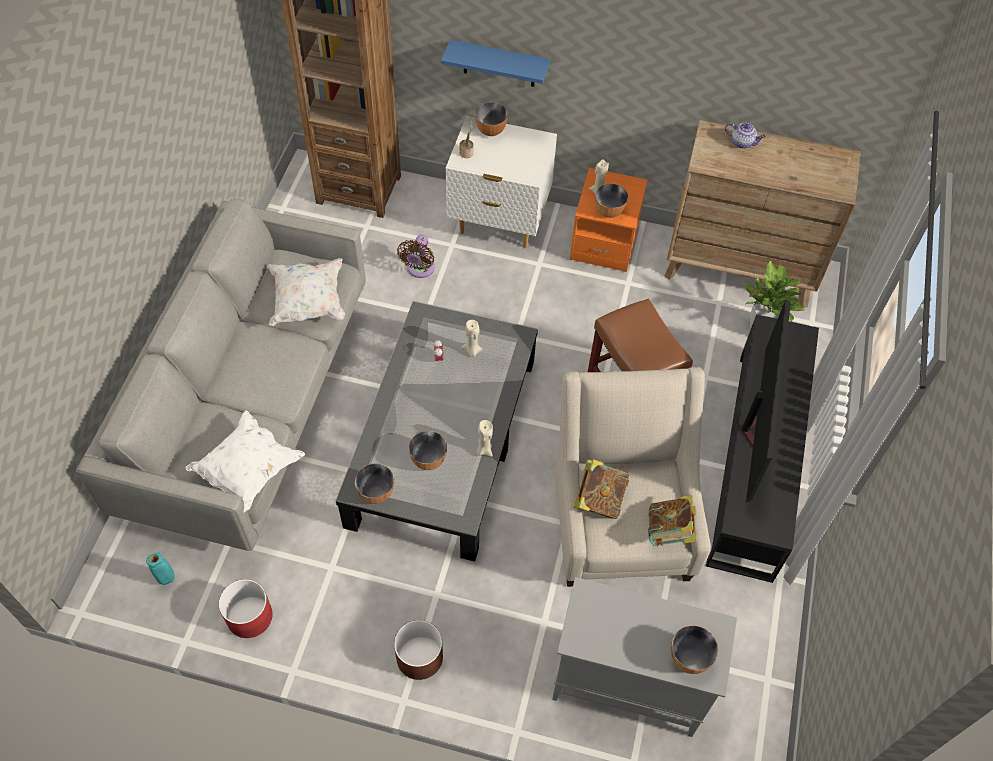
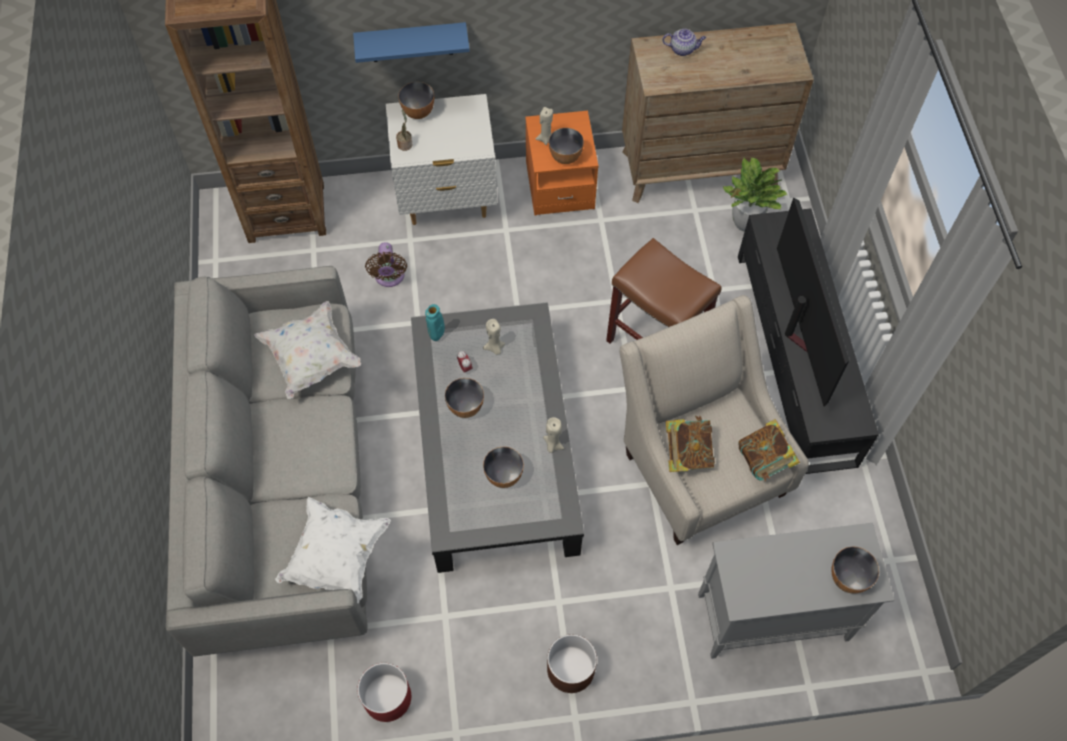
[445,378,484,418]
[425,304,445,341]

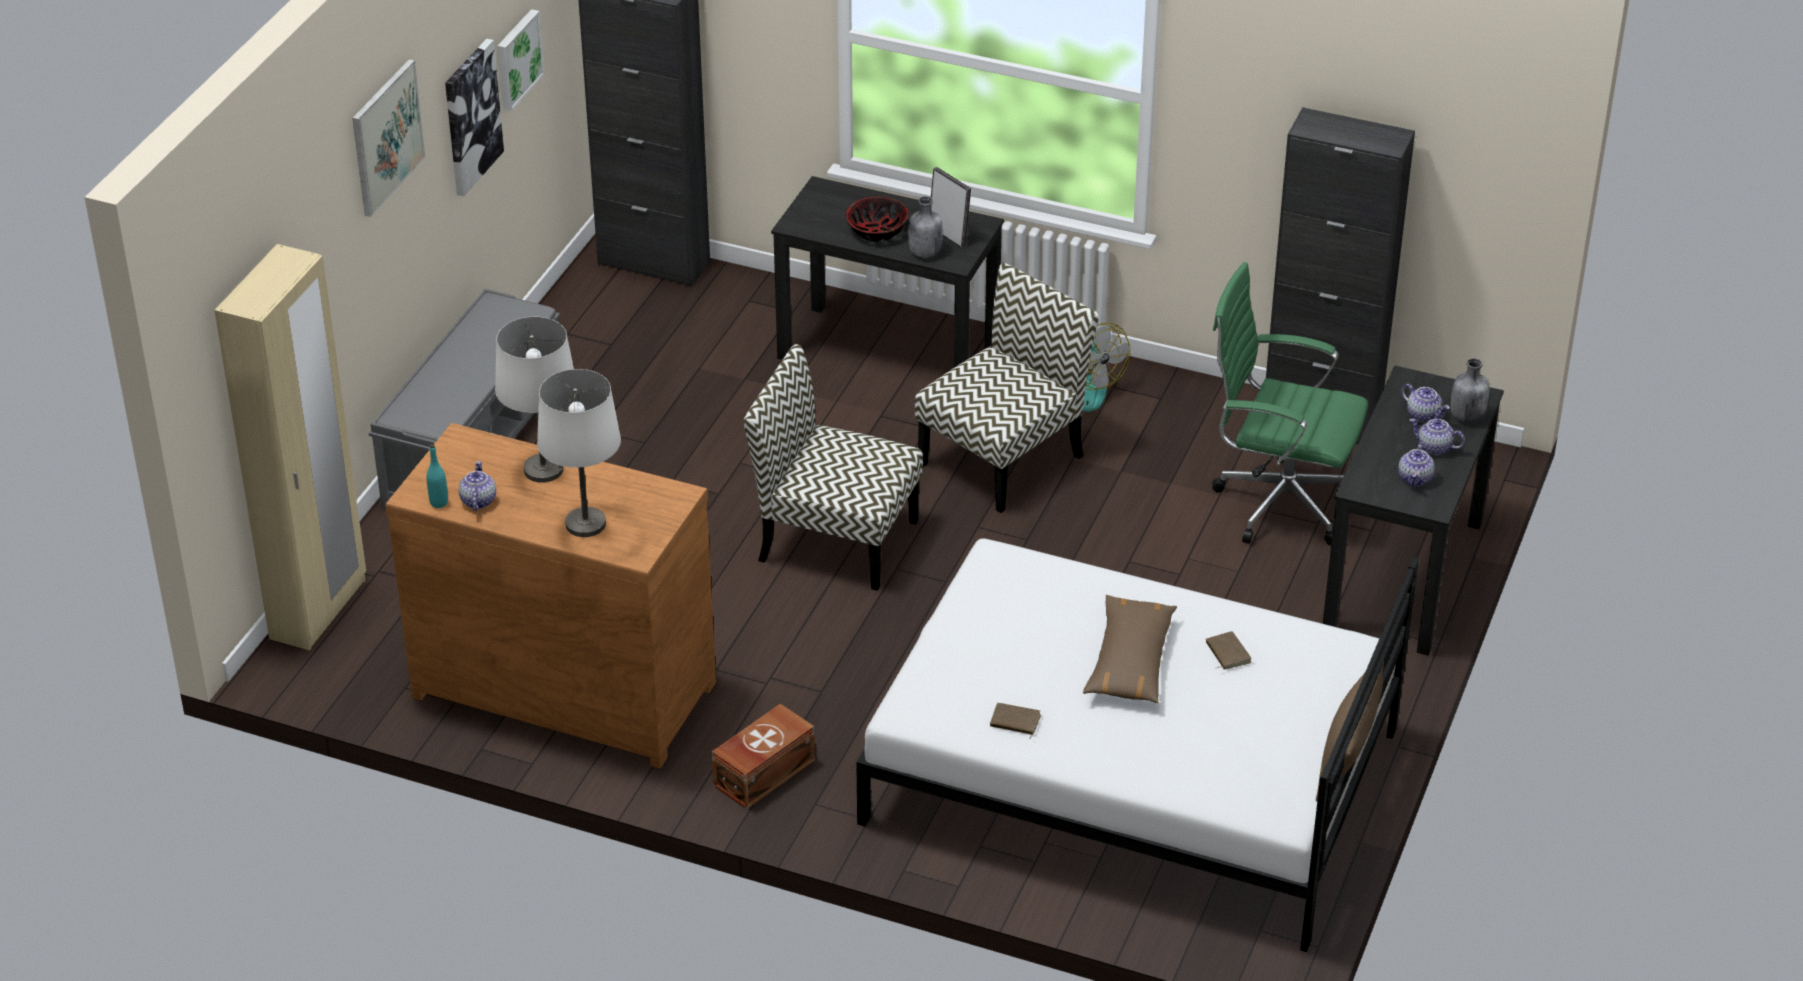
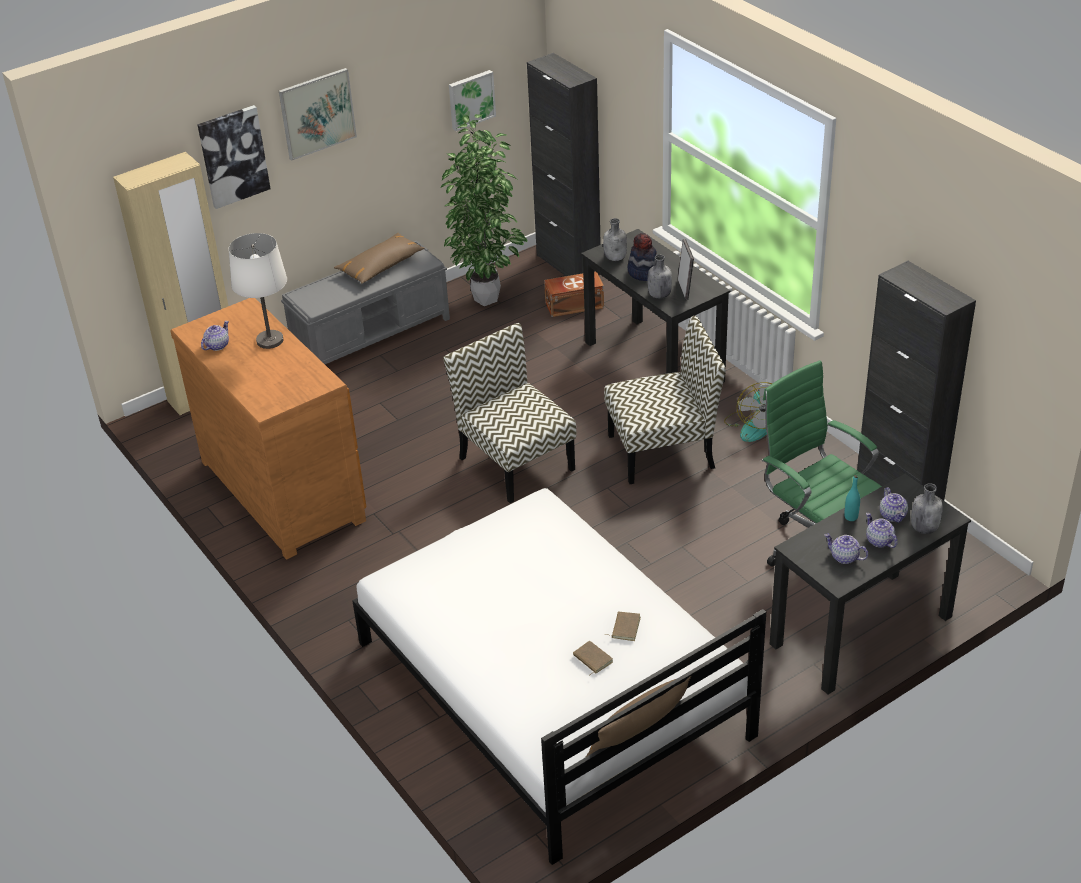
[197,105,271,209]
[628,233,657,281]
[537,369,621,537] (first image)
[824,533,868,564]
[844,475,860,521]
[334,233,424,284]
[573,641,613,675]
[544,271,604,317]
[440,114,527,306]
[603,218,627,261]

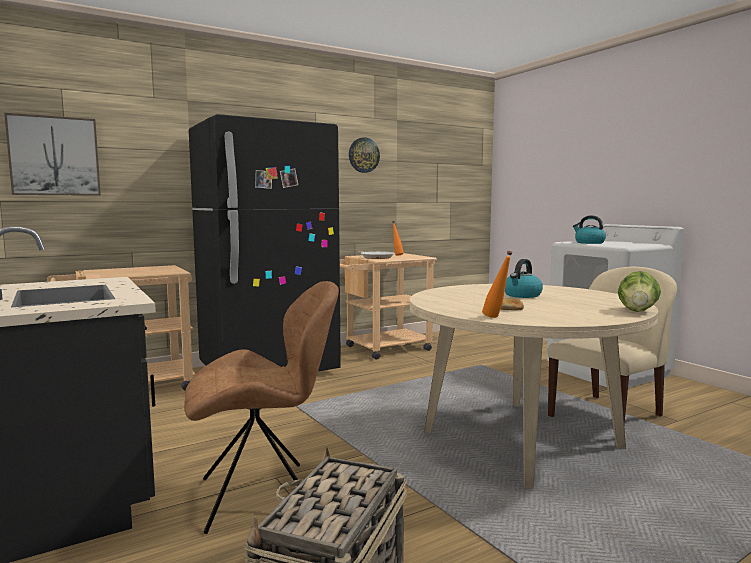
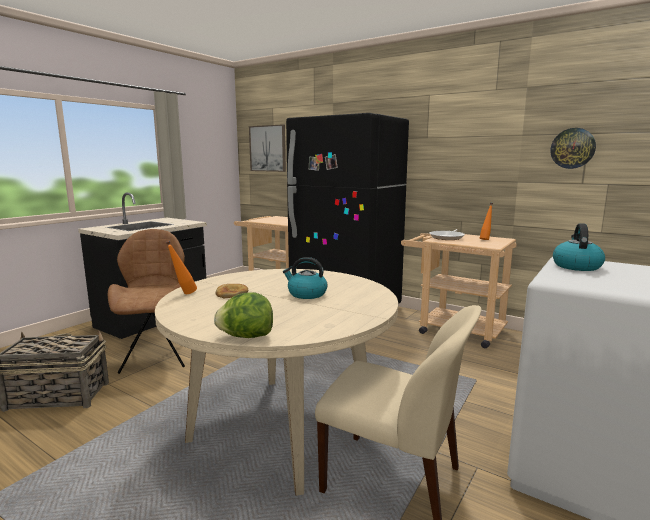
[550,128,596,169]
[108,229,185,374]

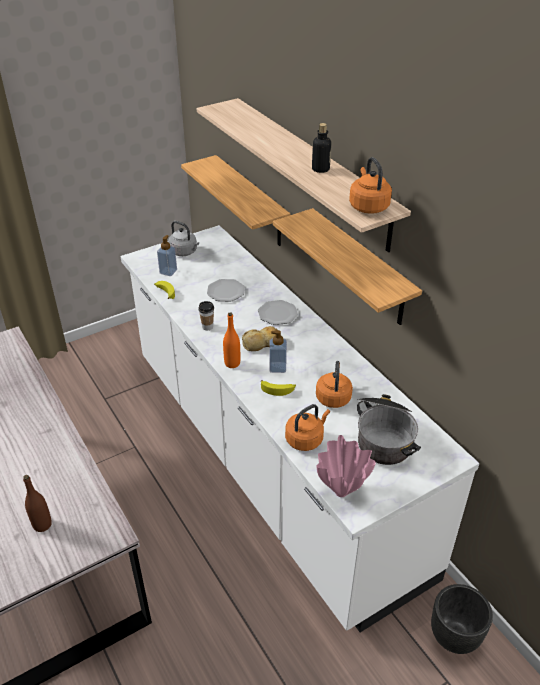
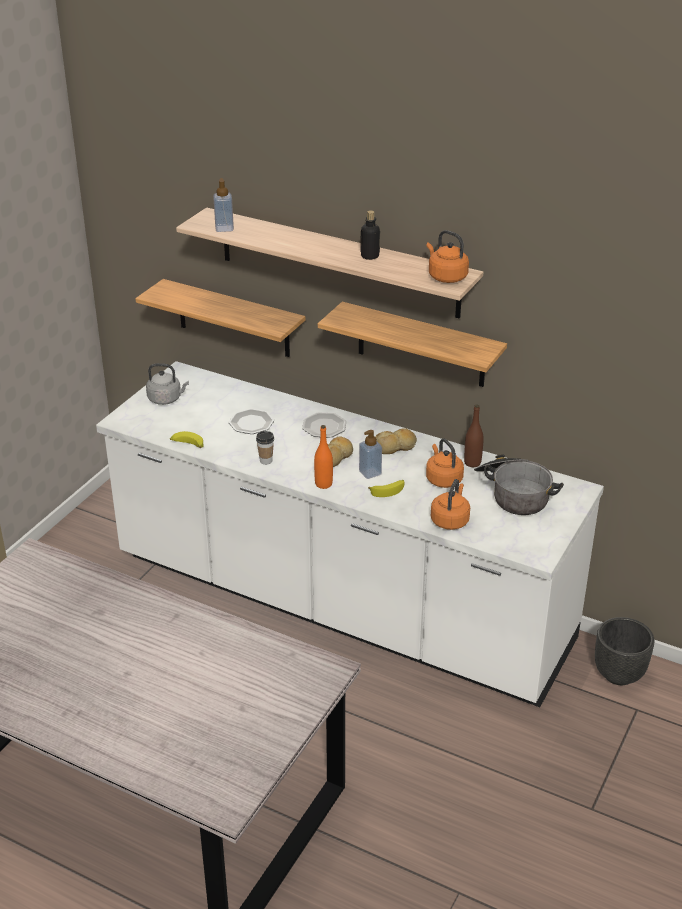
[213,178,234,232]
[316,435,376,497] (first image)
[464,404,484,467]
[375,428,417,454]

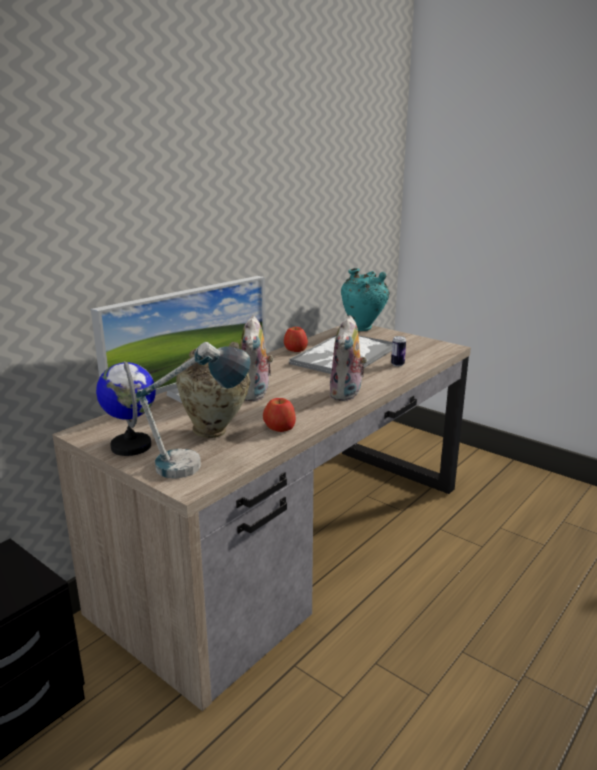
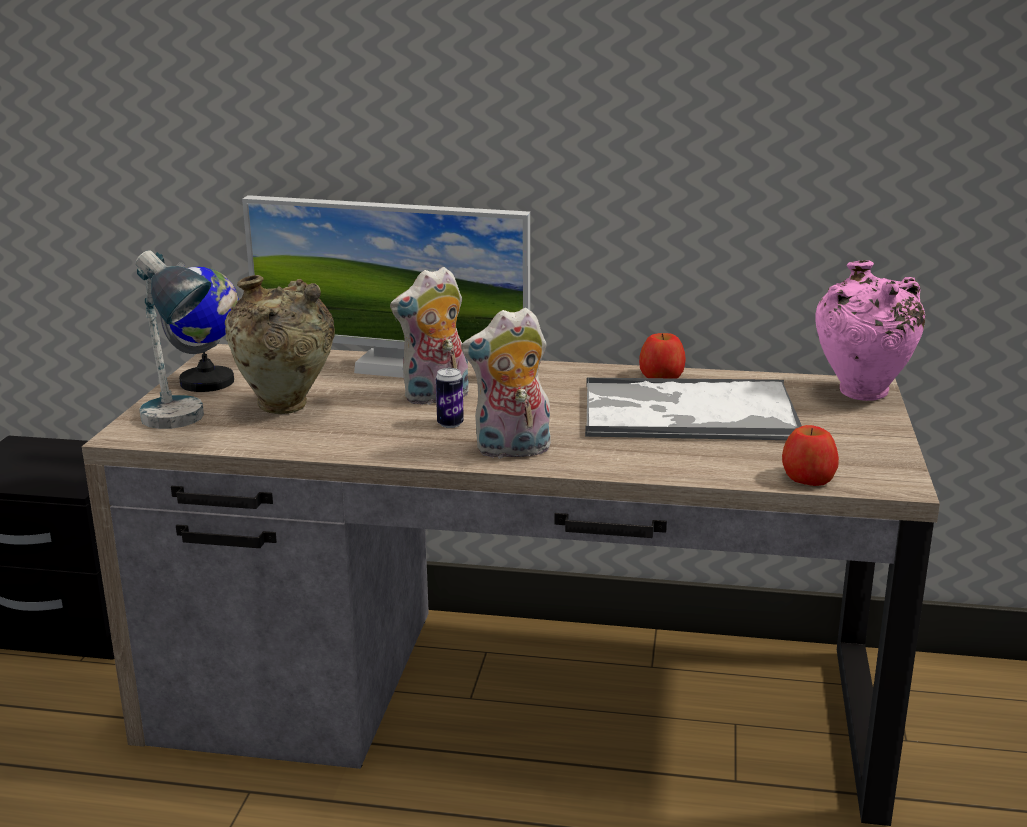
[815,260,925,401]
[436,368,464,428]
[782,425,839,486]

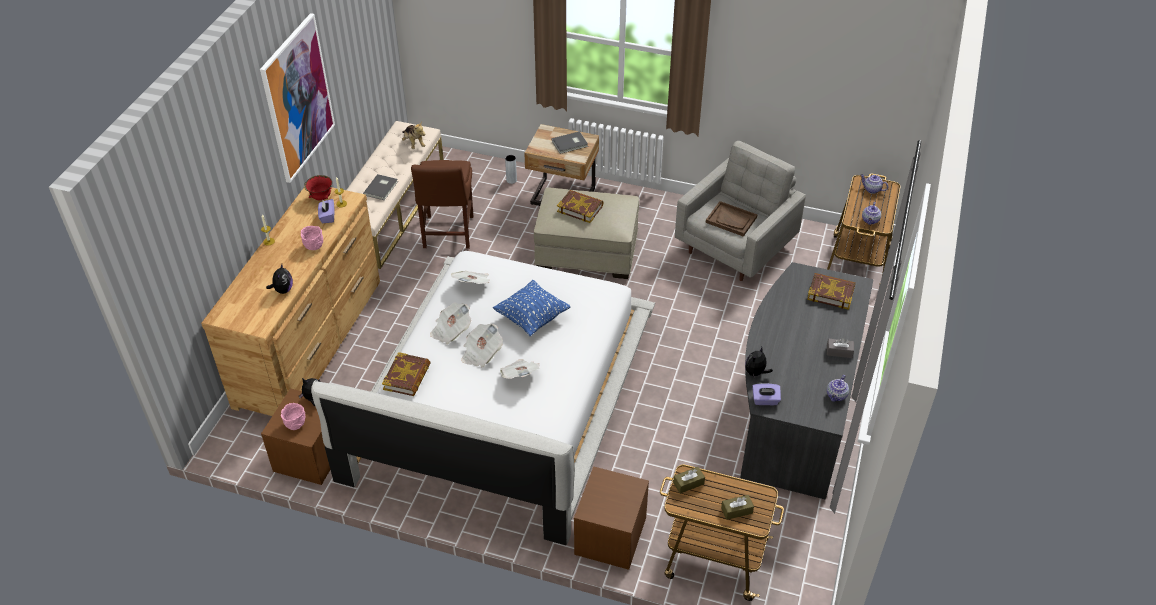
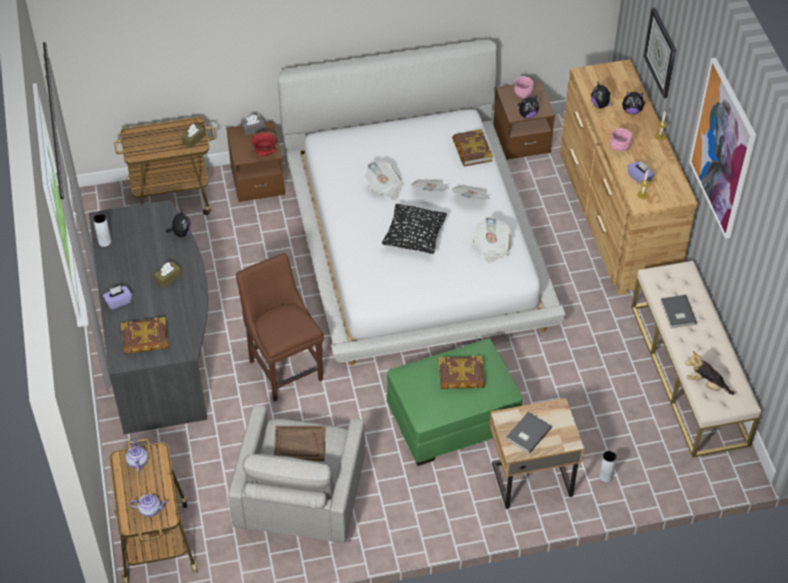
[236,253,324,402]
[251,132,277,157]
[387,339,522,466]
[382,204,447,254]
[241,115,266,136]
[93,213,111,247]
[103,286,132,310]
[154,261,182,288]
[644,8,676,98]
[622,92,645,114]

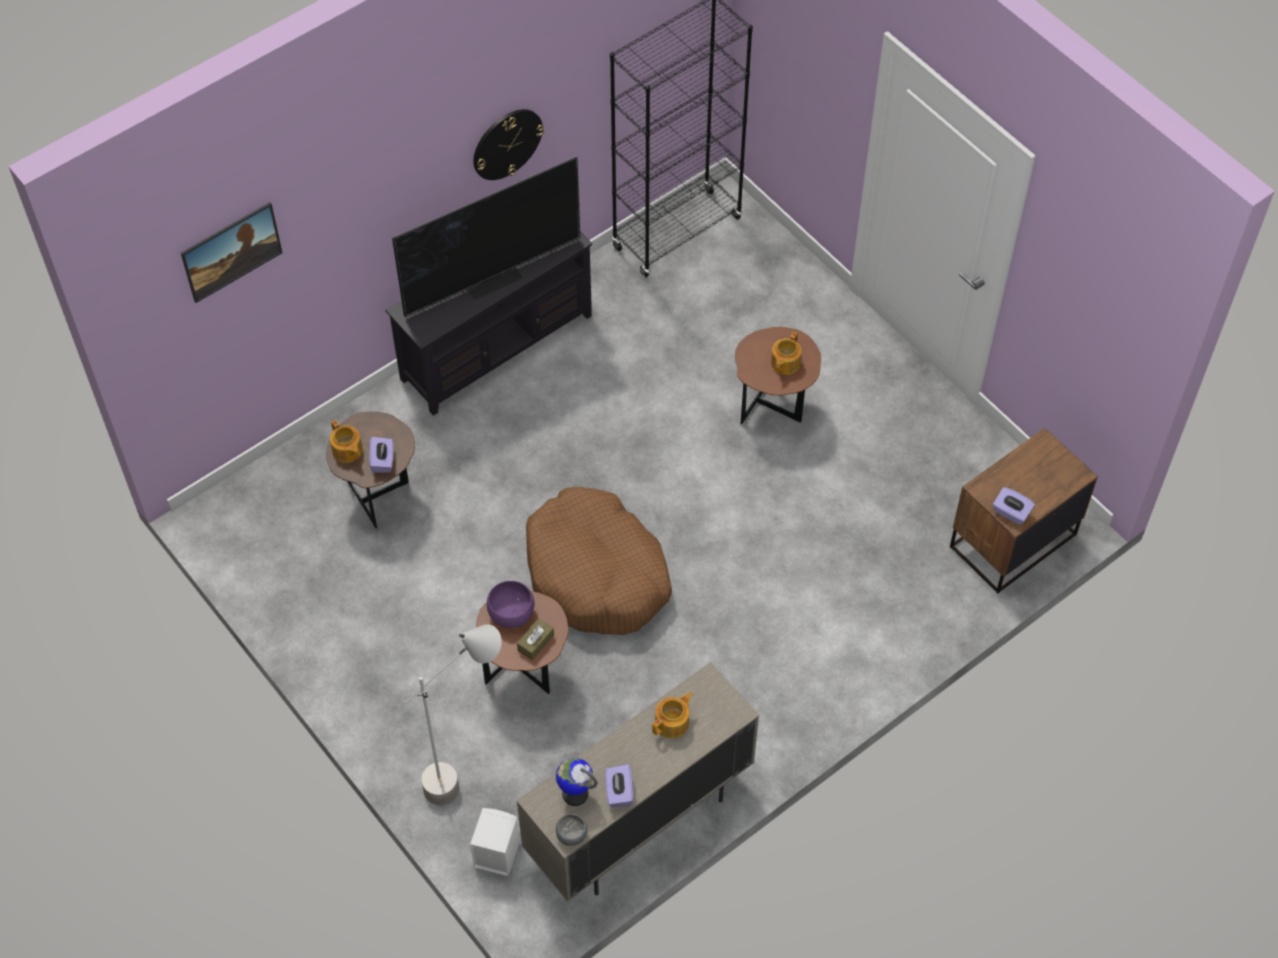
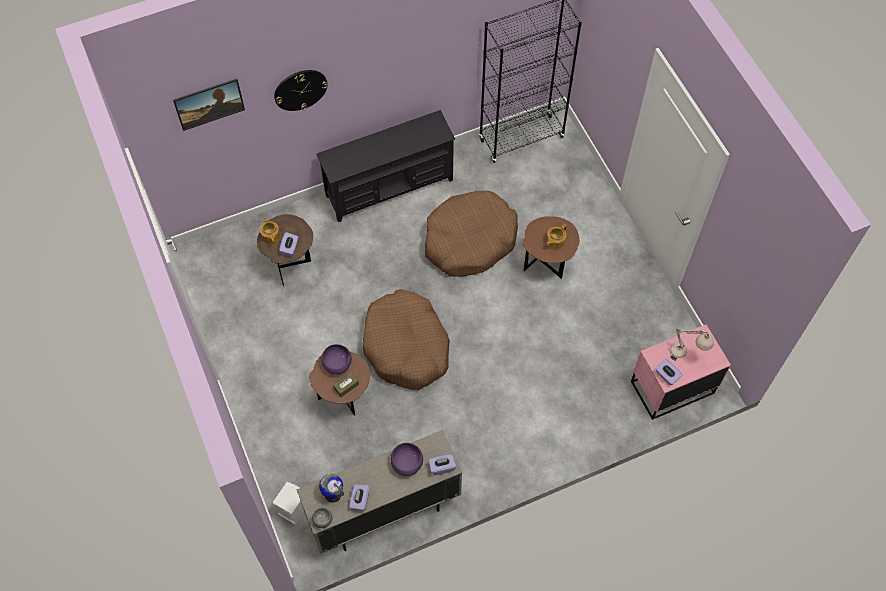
[274,70,328,111]
[392,156,580,317] (first image)
[631,324,731,420]
[406,624,502,805] (first image)
[391,443,423,476]
[425,191,518,277]
[668,329,714,361]
[428,454,456,475]

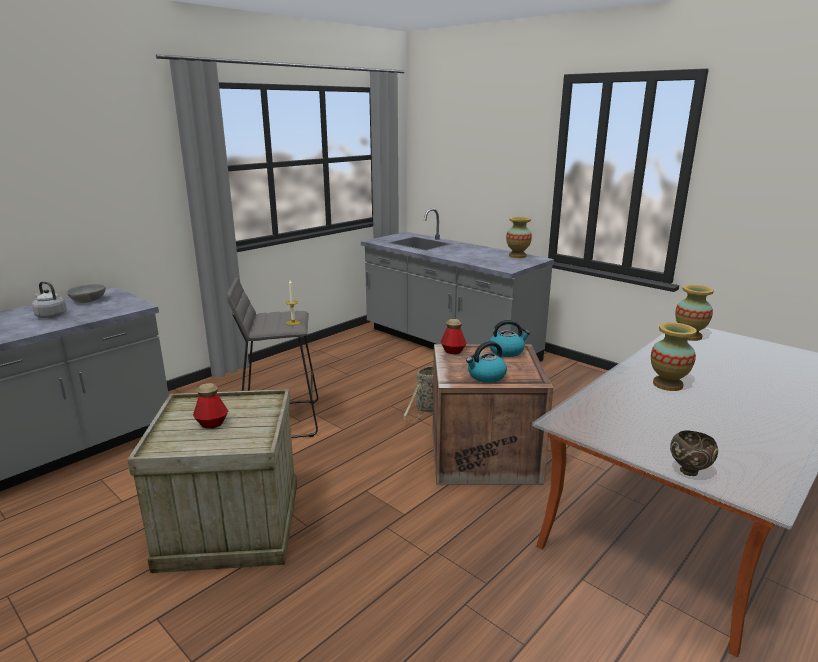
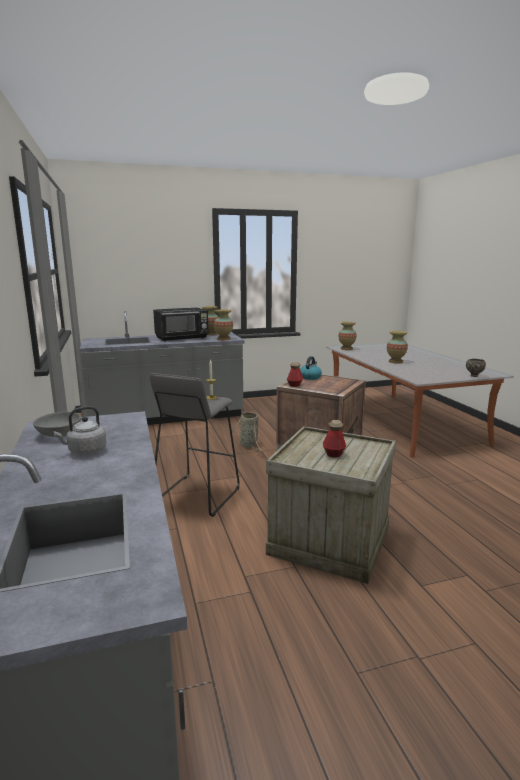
[466,341,507,383] (first image)
[153,308,209,341]
[214,309,233,340]

